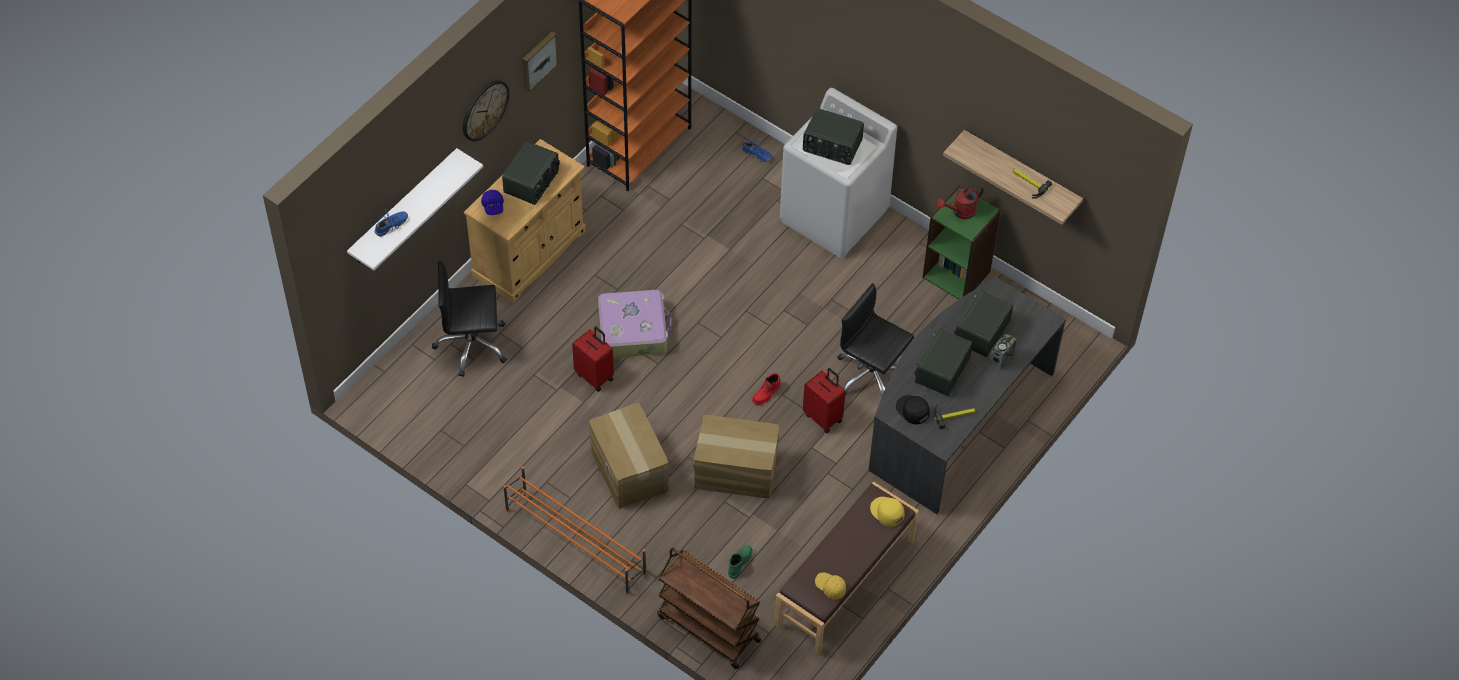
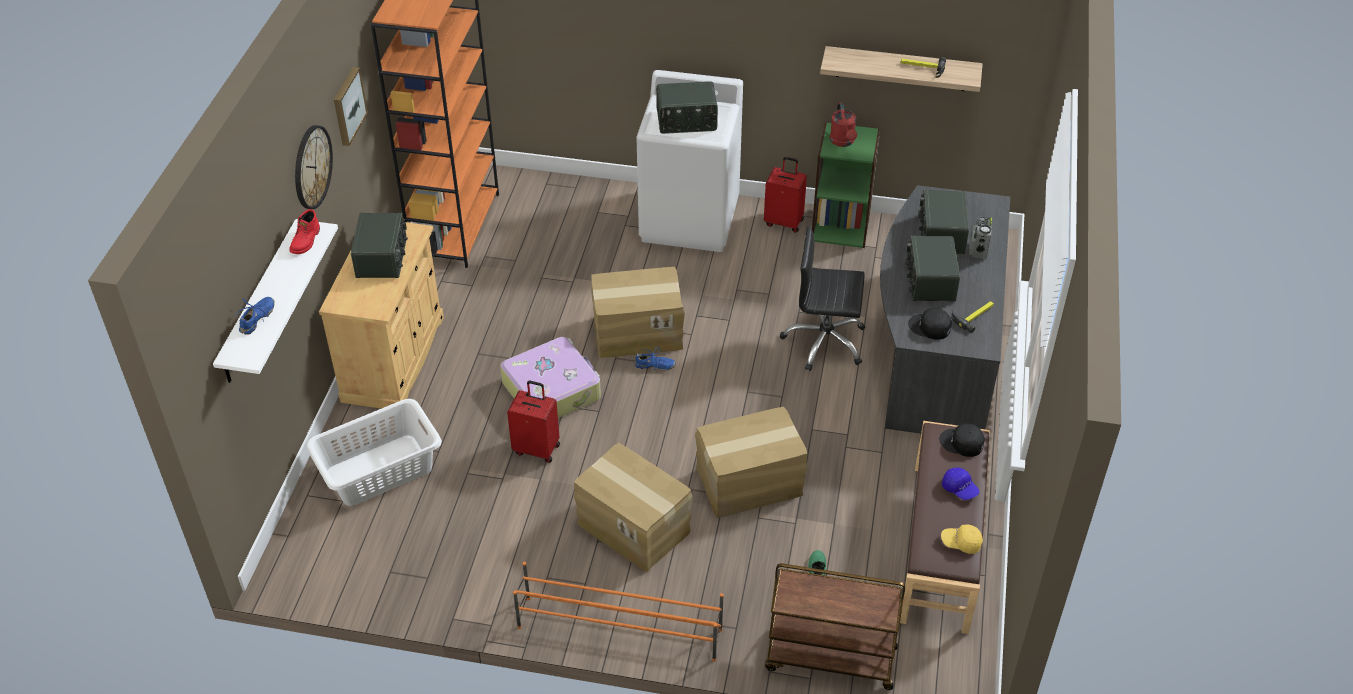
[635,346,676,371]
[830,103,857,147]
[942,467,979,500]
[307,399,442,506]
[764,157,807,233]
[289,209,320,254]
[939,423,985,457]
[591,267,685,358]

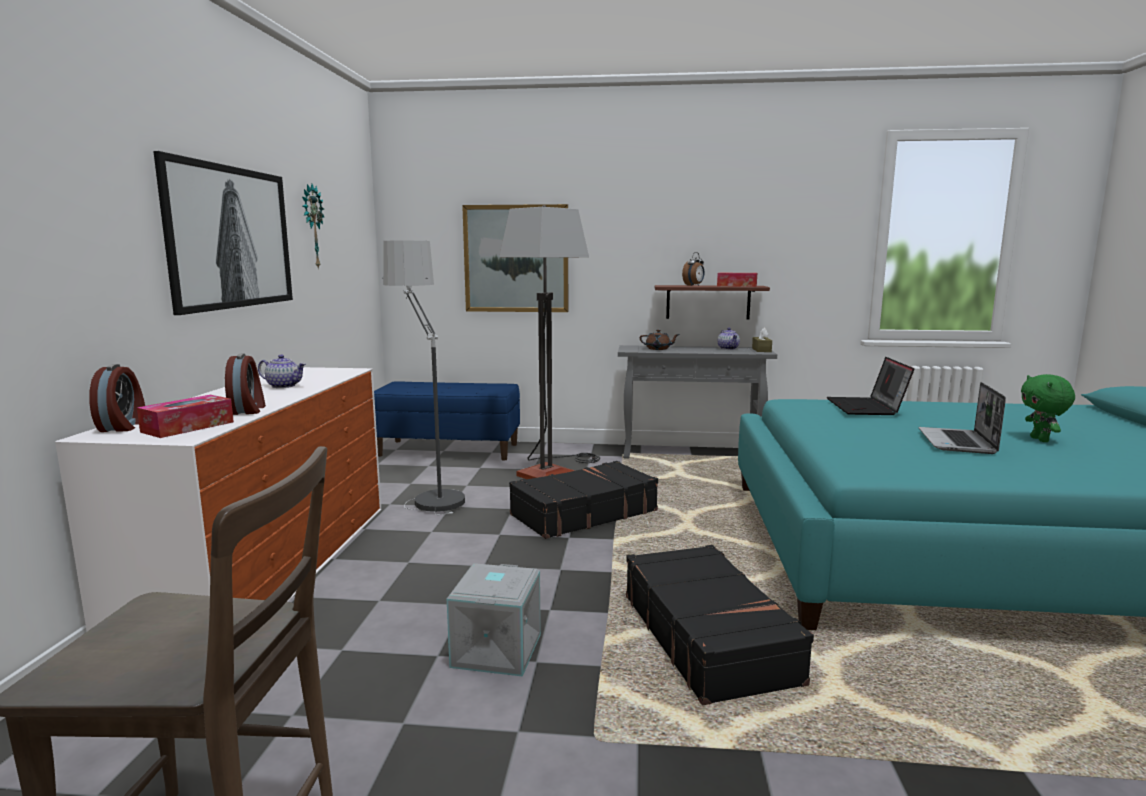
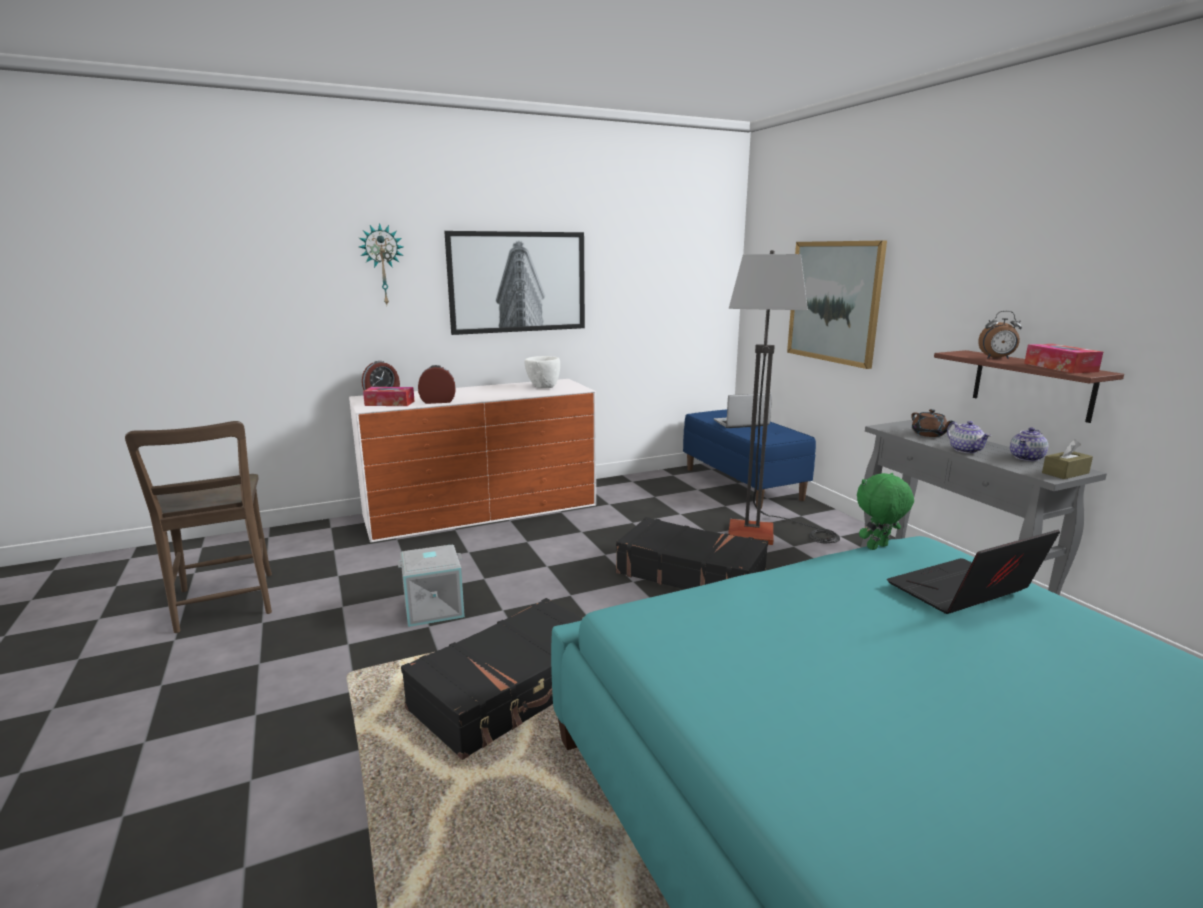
[359,223,404,305]
[382,241,465,515] (first image)
[418,365,456,404]
[947,421,991,453]
[857,473,914,550]
[714,393,772,428]
[524,356,560,388]

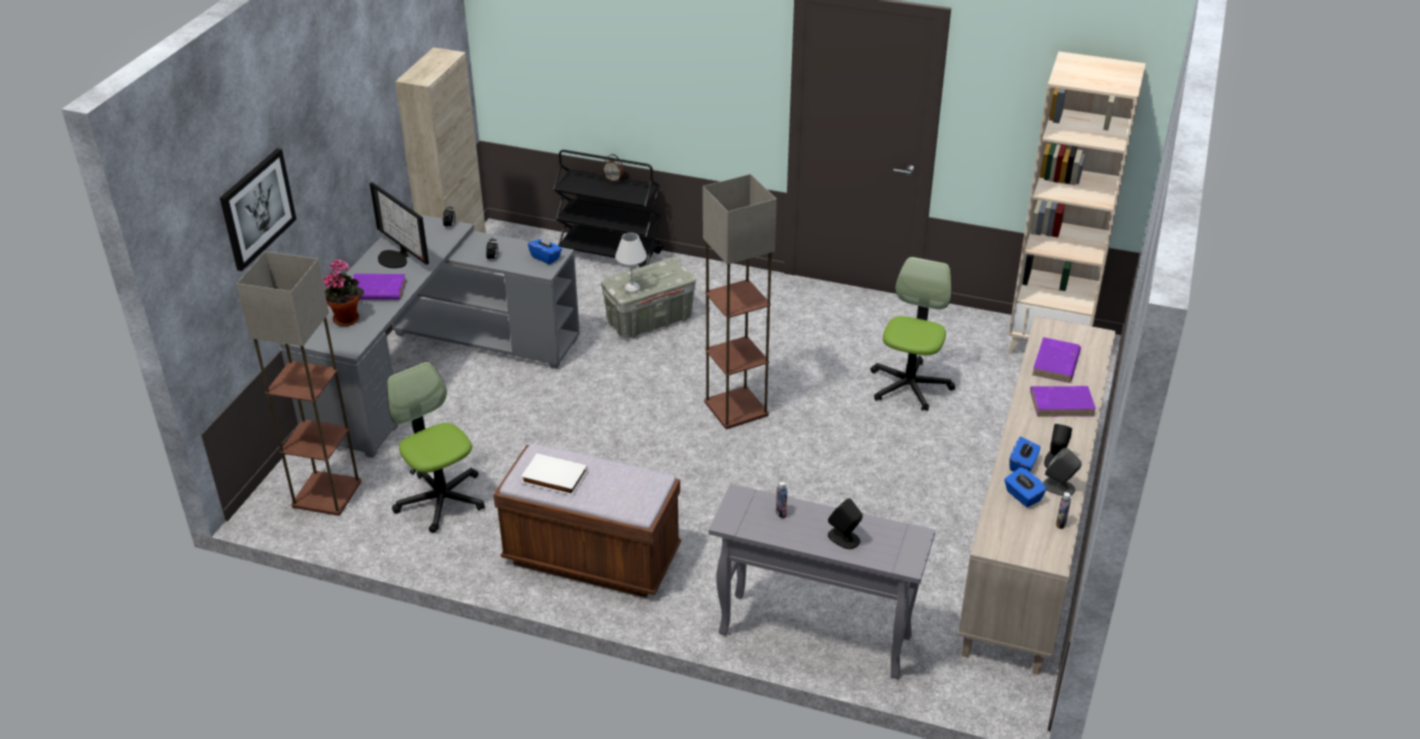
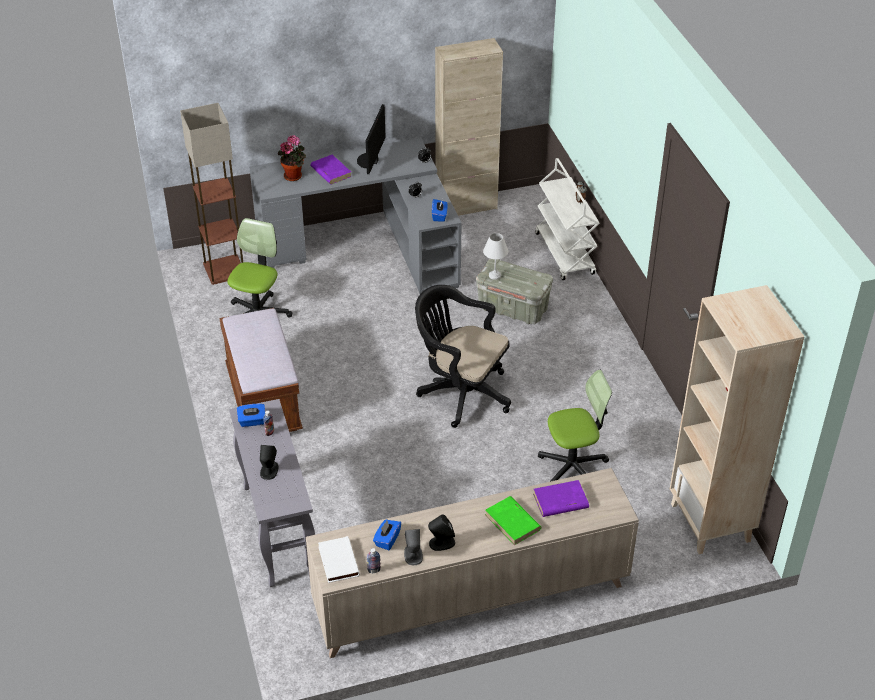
[220,148,297,271] (first image)
[535,158,600,280]
[415,285,511,428]
[485,496,541,545]
[237,404,265,427]
[318,536,360,583]

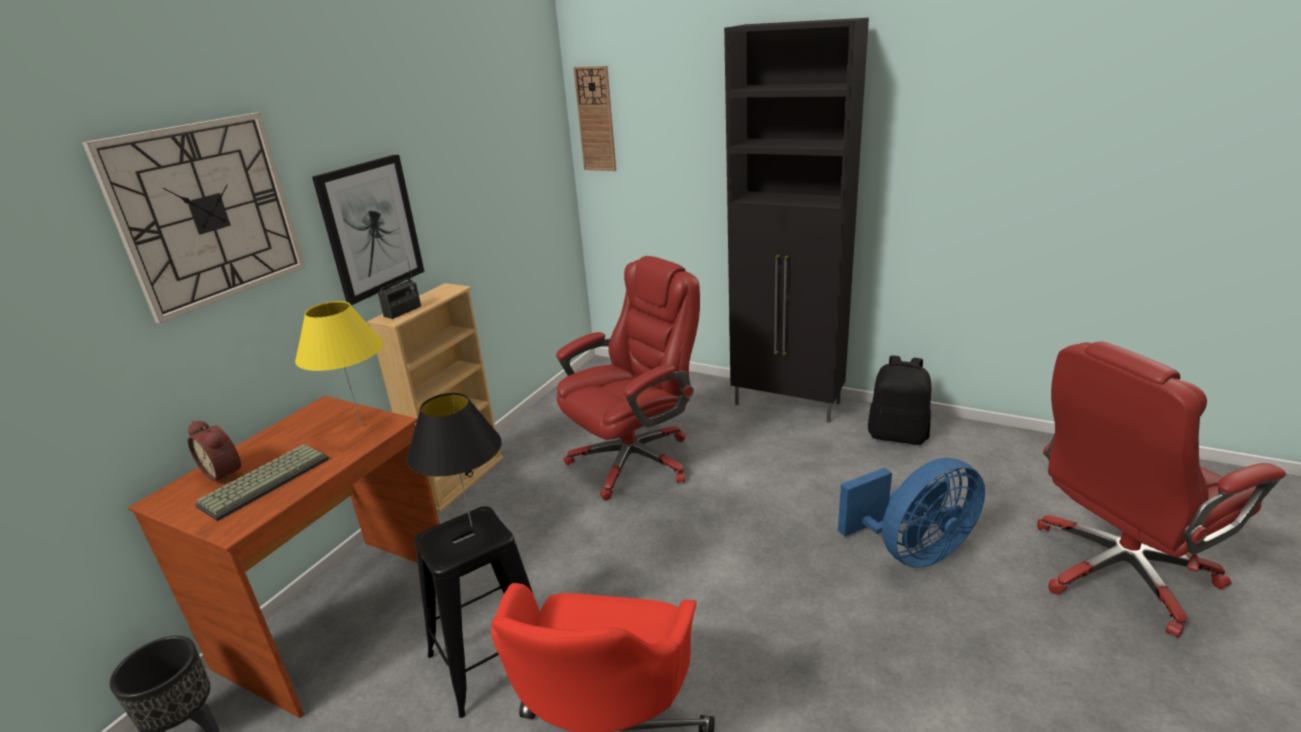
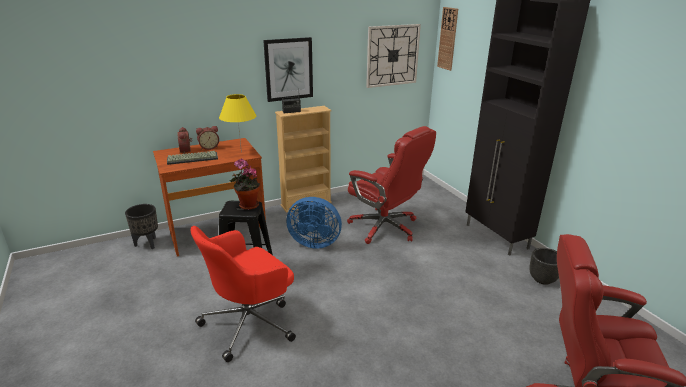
[366,24,421,88]
[347,126,436,244]
[529,248,559,285]
[230,159,260,210]
[286,197,342,249]
[196,126,219,150]

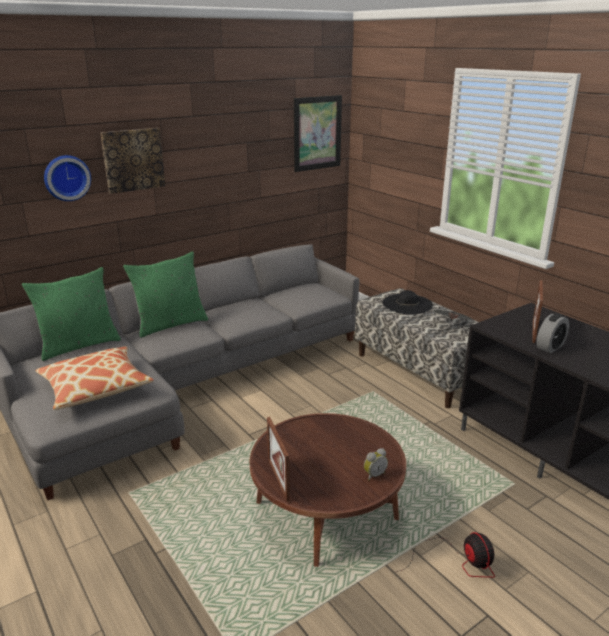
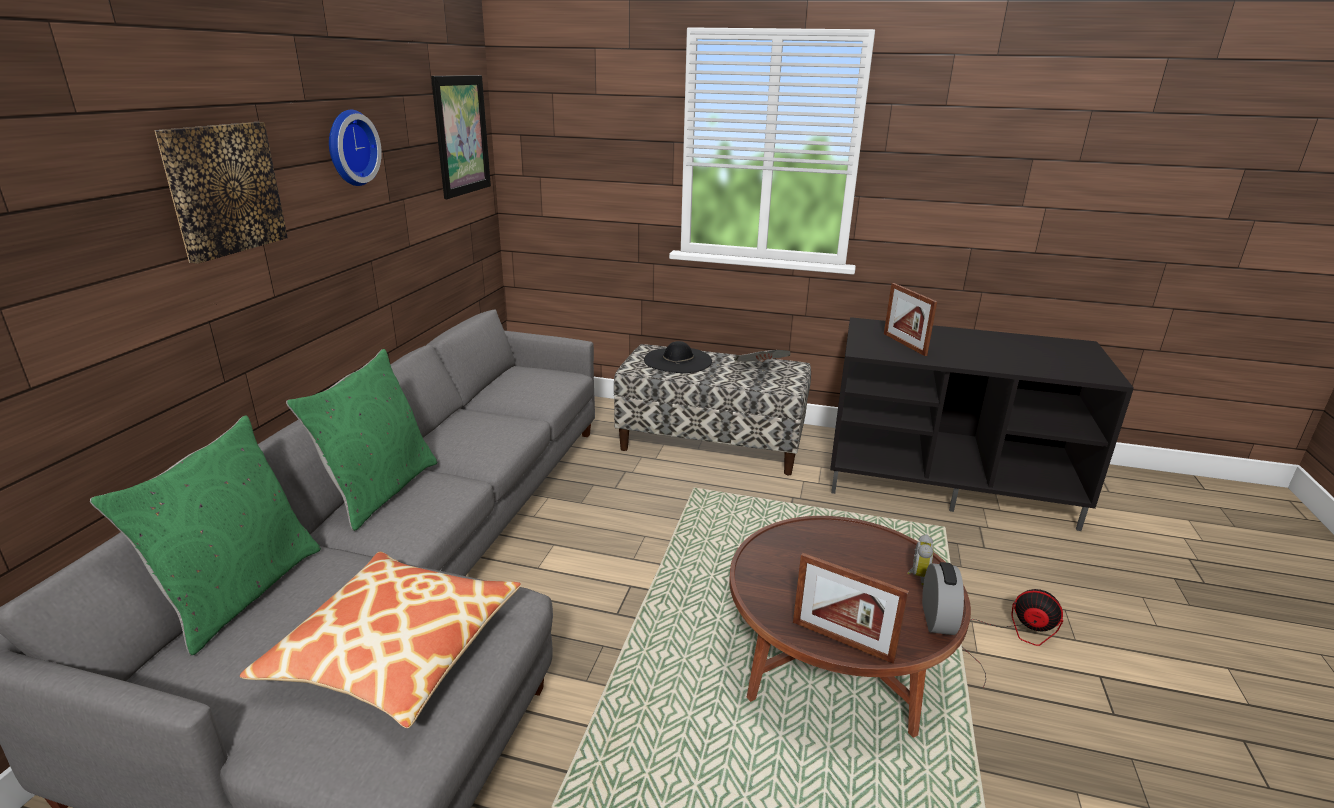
[329,110,382,186]
[922,562,964,635]

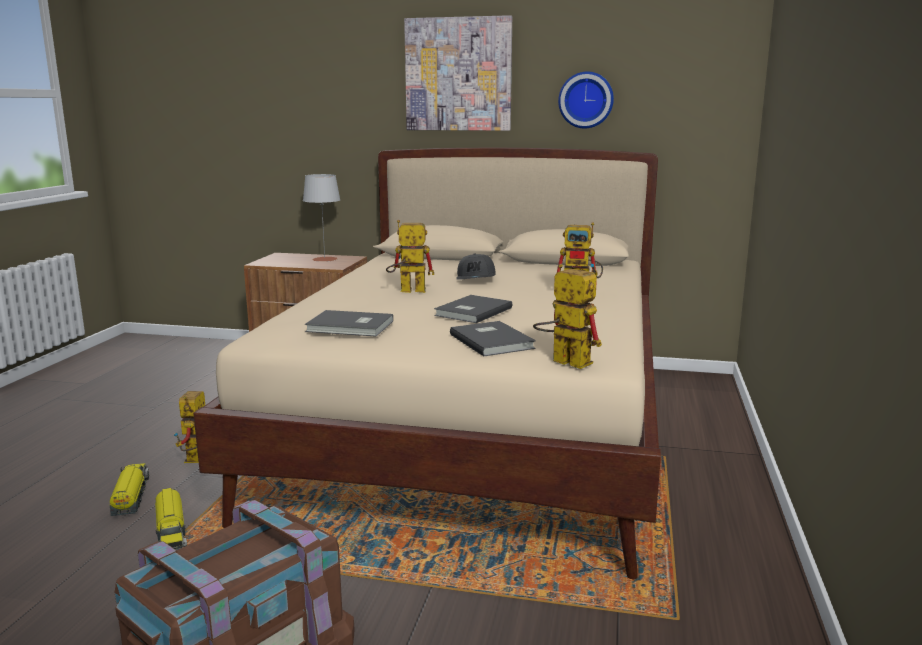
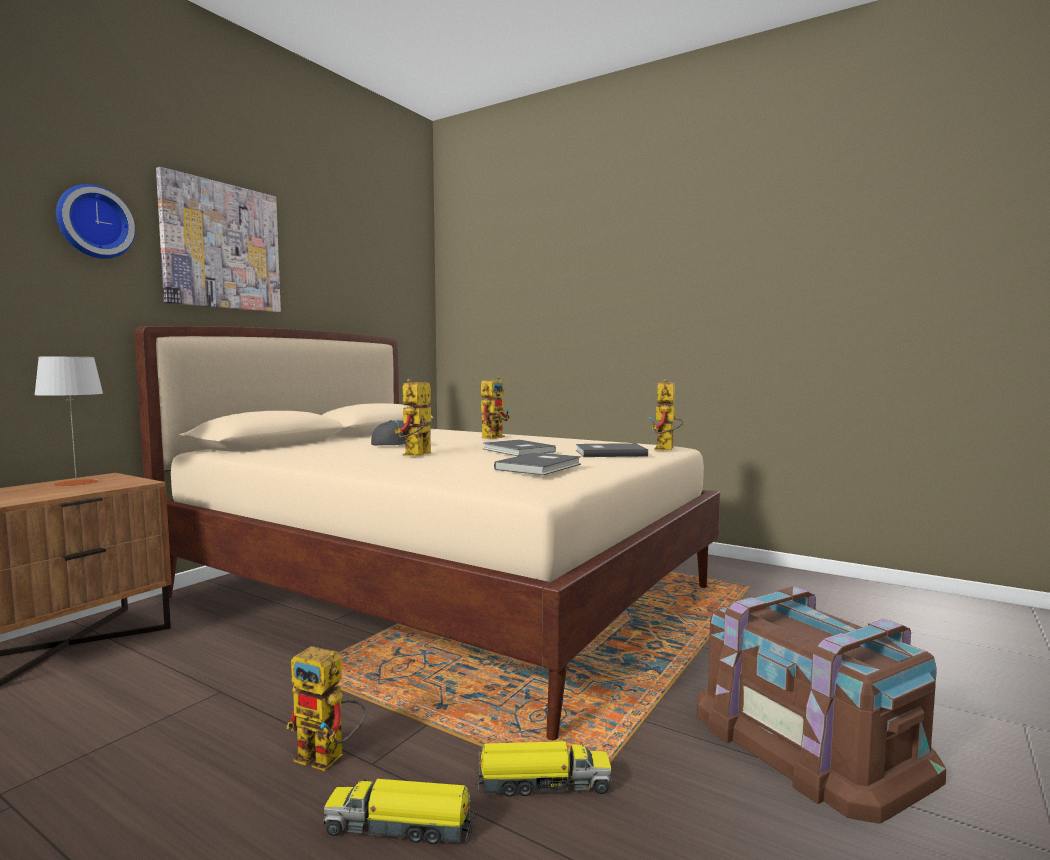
[56,184,135,259]
[649,379,683,450]

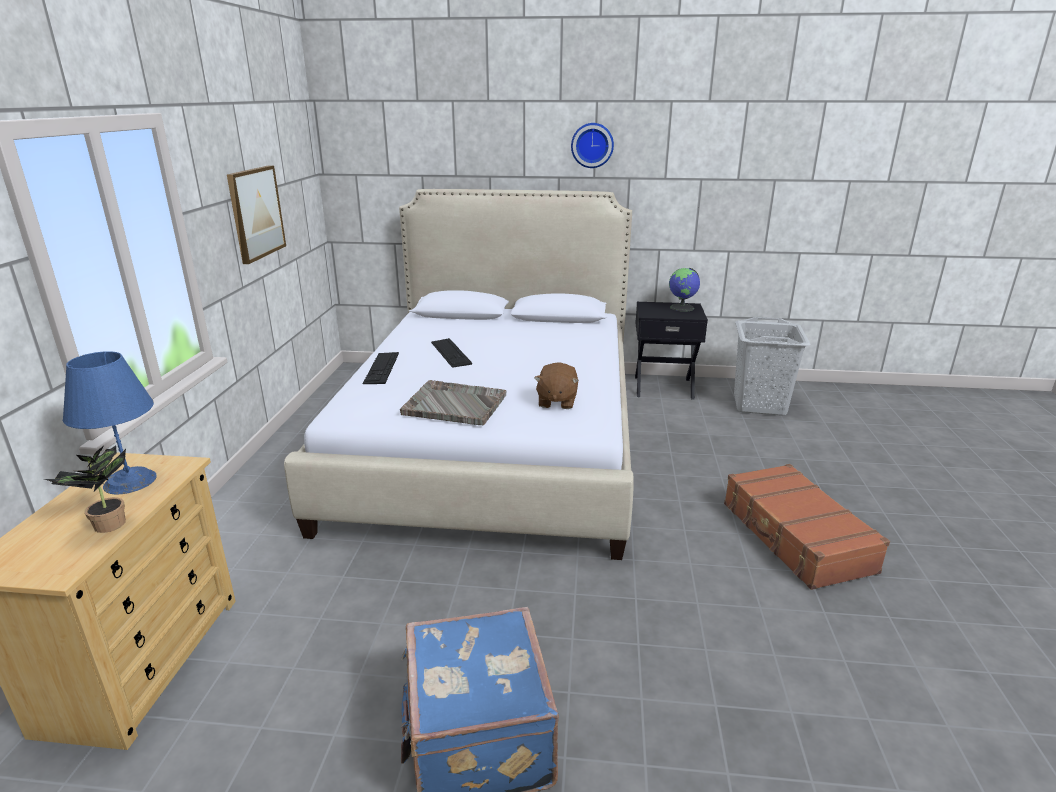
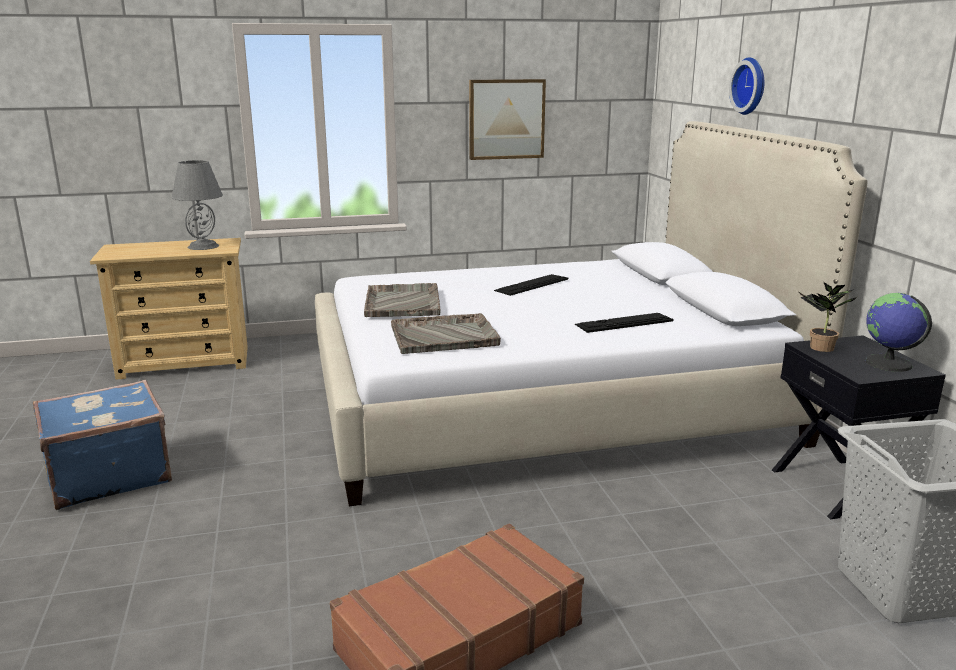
[729,57,764,115]
[171,160,223,250]
[575,313,673,333]
[391,313,501,354]
[799,282,857,352]

